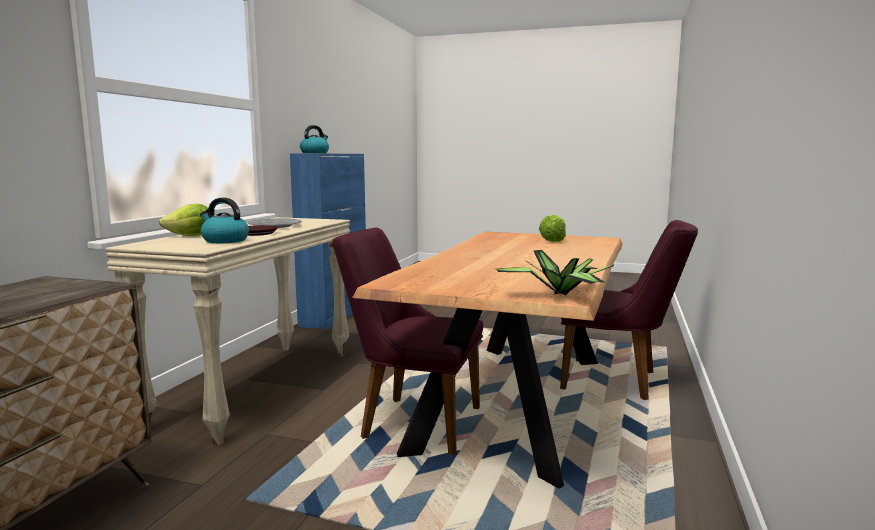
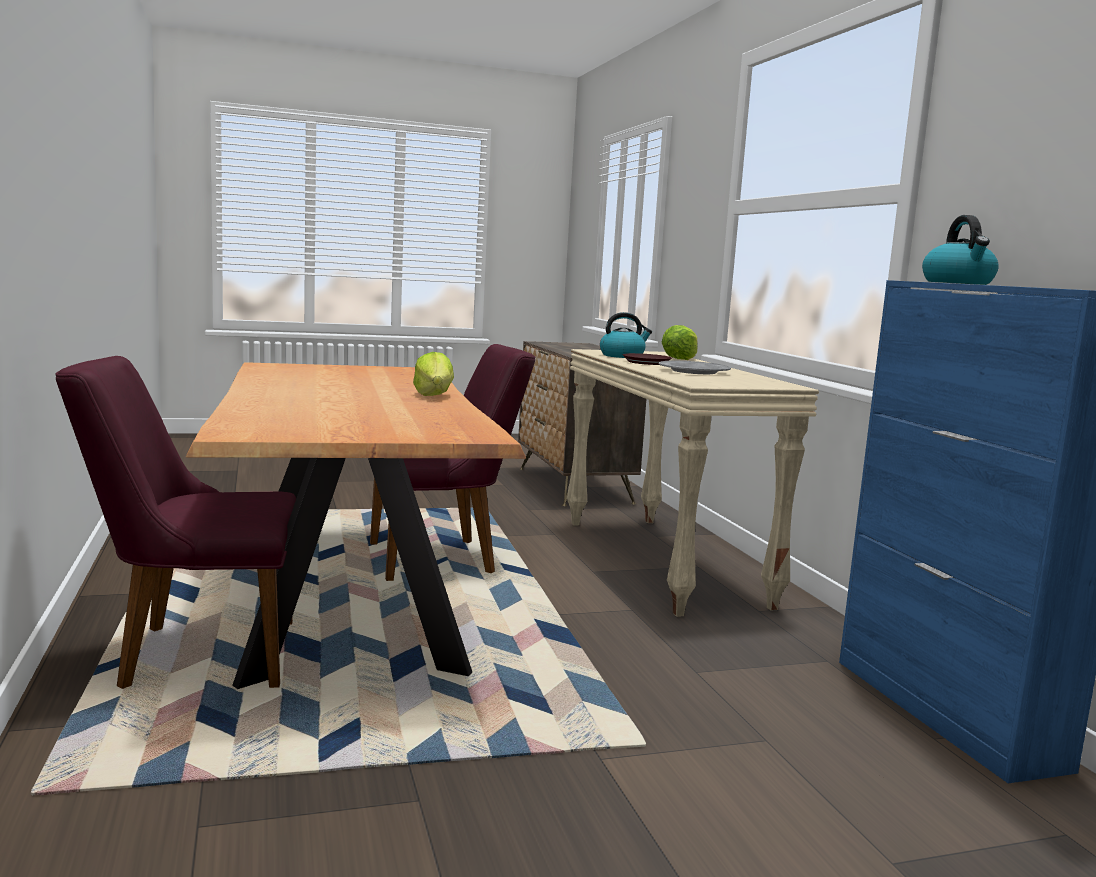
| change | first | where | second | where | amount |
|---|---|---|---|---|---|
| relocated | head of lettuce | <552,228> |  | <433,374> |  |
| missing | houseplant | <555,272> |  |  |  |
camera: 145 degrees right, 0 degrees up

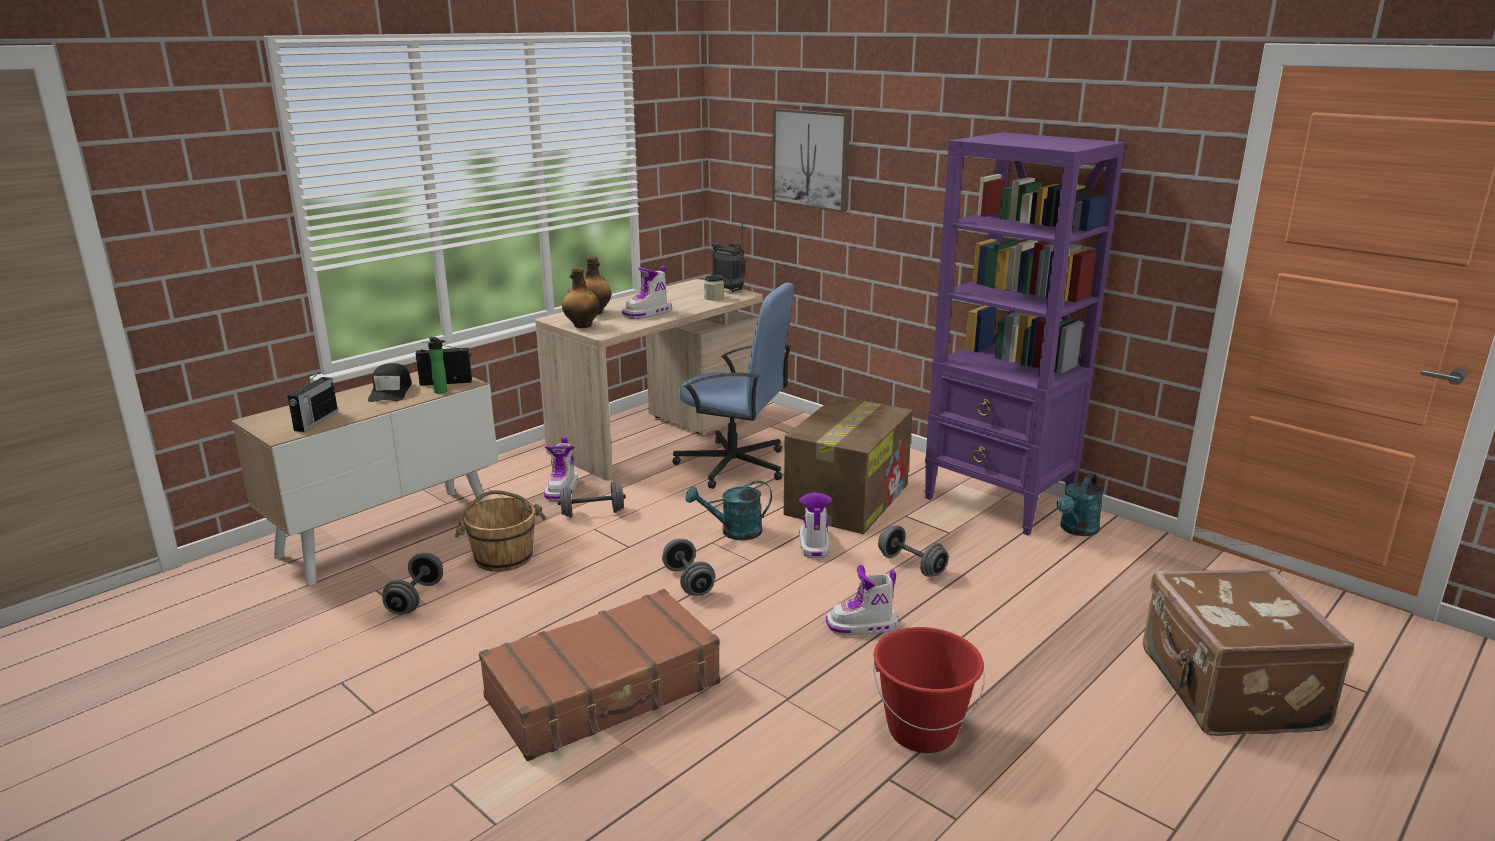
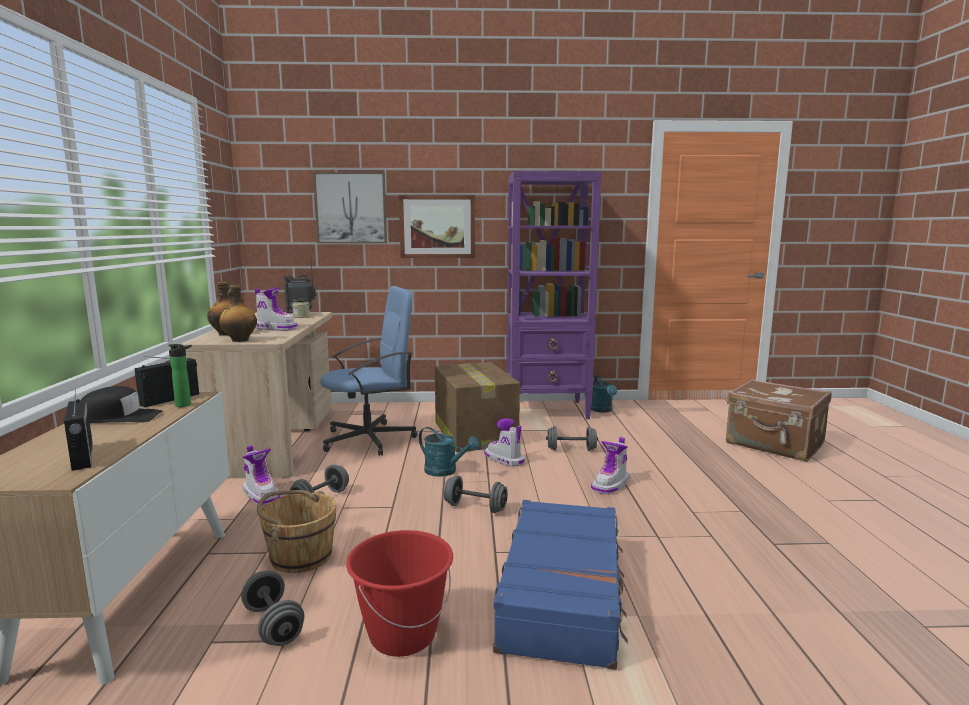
| change | first | where | second | where | amount |
|---|---|---|---|---|---|
| spun | cap/blackish | <390,382> |  | <122,404> | 45 degrees counterclockwise |
| spun | boot | <646,292> |  | <276,309> | 75 degrees counterclockwise |
| relocated | water bucket/red-coloured | <929,690> |  | <399,593> |  |
| appeared |  |  | picture | <437,226> |  |
| spun | sprinkling can/turquoise | <729,510> |  | <449,452> | 90 degrees counterclockwise |
| colour | piece of luggage/brown | <599,675> | piece of luggage/bluish | <560,585> |  |
camera: 45 degrees left, 10 degrees down

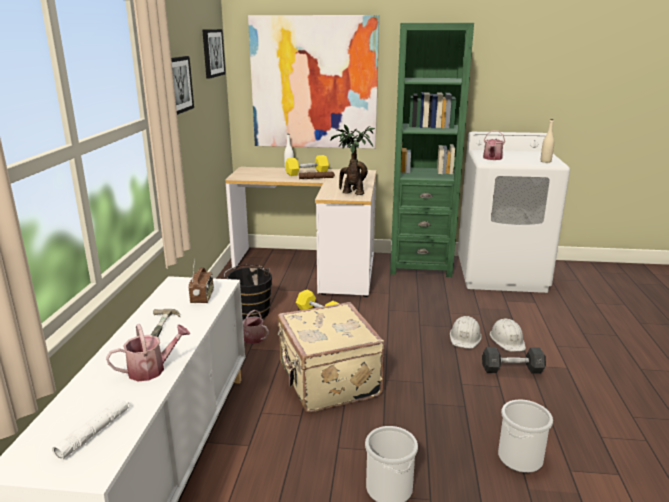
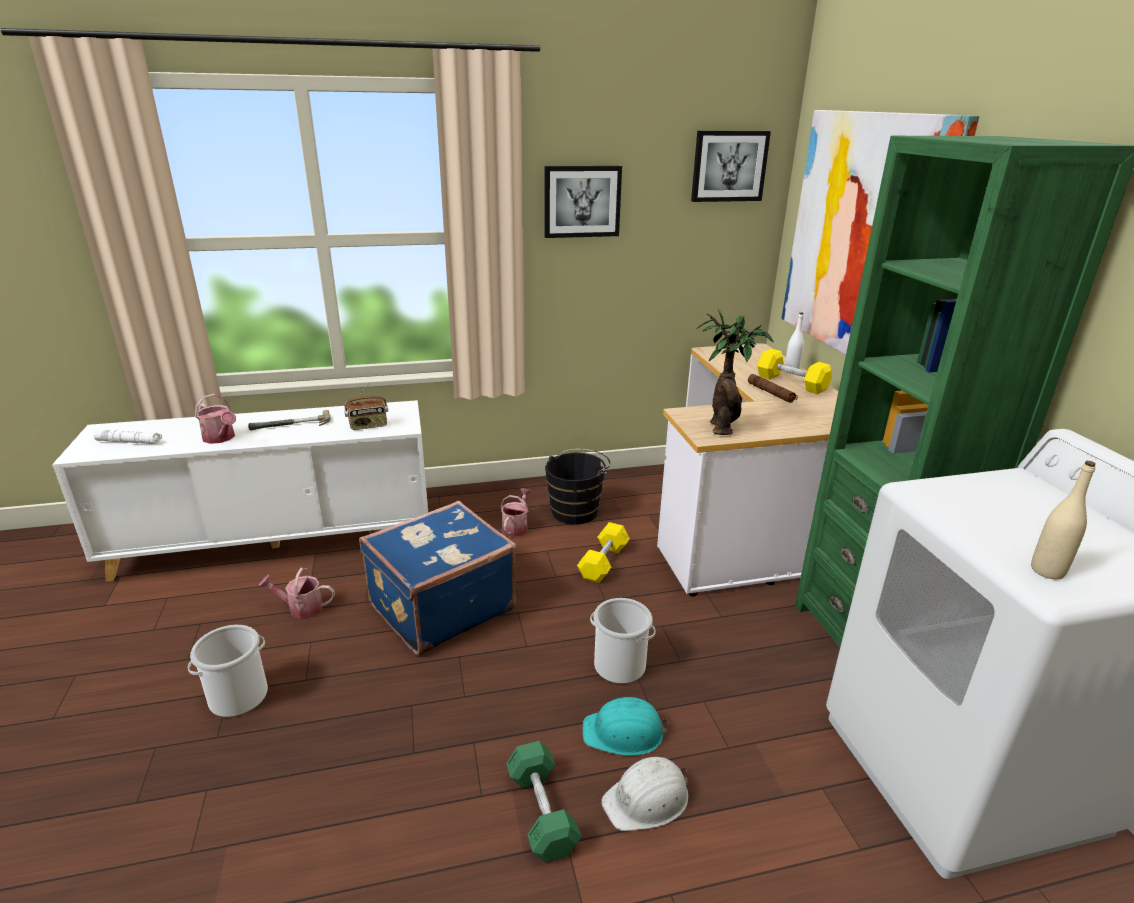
| change | first | where | second | where | amount |
|---|---|---|---|---|---|
| relocated | sprinkling can | <494,145> |  | <296,593> |  |
| colour | piece of luggage/beige | <331,357> | piece of luggage/bluish | <437,578> |  |
| colour | dumbbell/gray | <514,360> | dumbbell/greenish | <544,801> |  |
| colour | work helmet/white | <466,332> | work helmet/turquoise | <626,726> |  |
| relocated | water bucket | <525,436> |  | <623,641> |  |
camera: 70 degrees right, 5 degrees up

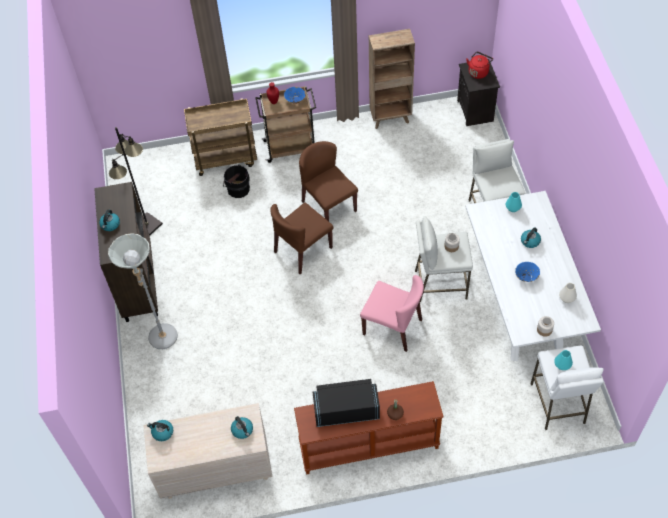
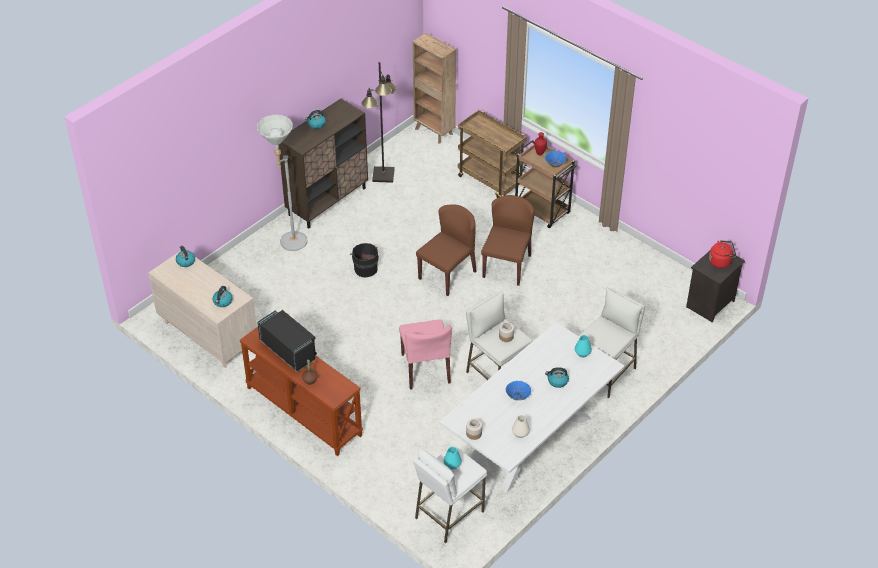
| change | first | where | second | where | amount |
|---|---|---|---|---|---|
| relocated | water bucket/blackish | <236,181> |  | <364,260> |  |
| relocated | bookshelf/brown | <392,79> |  | <434,88> |  |
| spun | upright chair/brown | <301,238> |  | <446,250> | 120 degrees clockwise |
camera: 50 degrees right, 10 degrees down

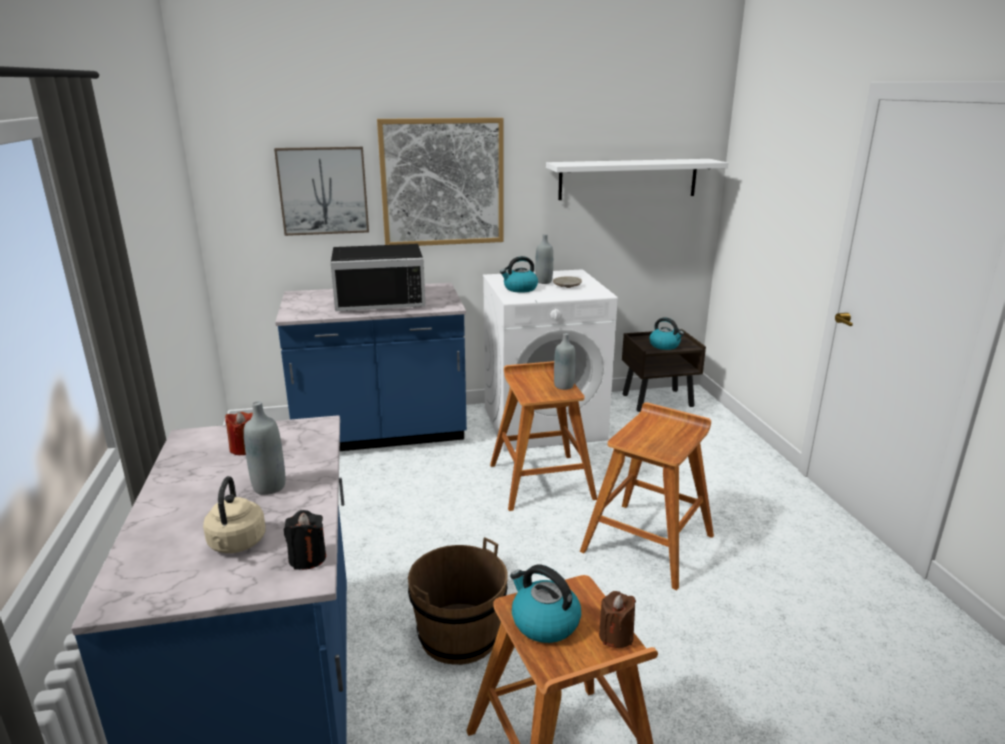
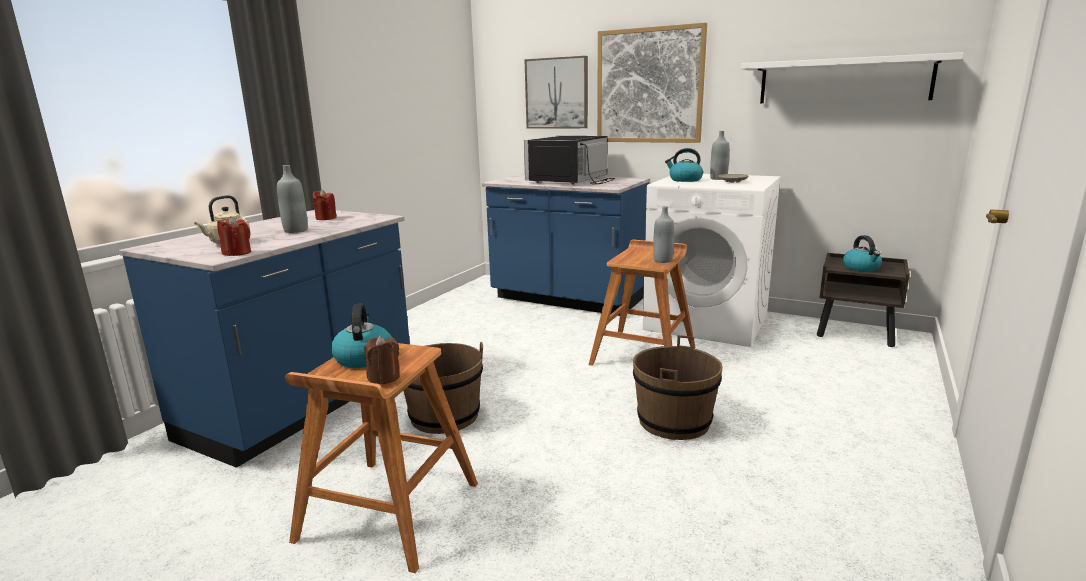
| change | first | where | second | where | amount |
|---|---|---|---|---|---|
| colour | wax light/blackish | <305,540> | wax light/red-coloured | <234,236> |  |
| spun | microwave oven/blackish | <378,277> |  | <569,160> | 90 degrees clockwise |
| exchanged | stool seat/brown | <647,496> | water bucket/brown | <678,387> |  |
camera: 40 degrees right, 5 degrees down

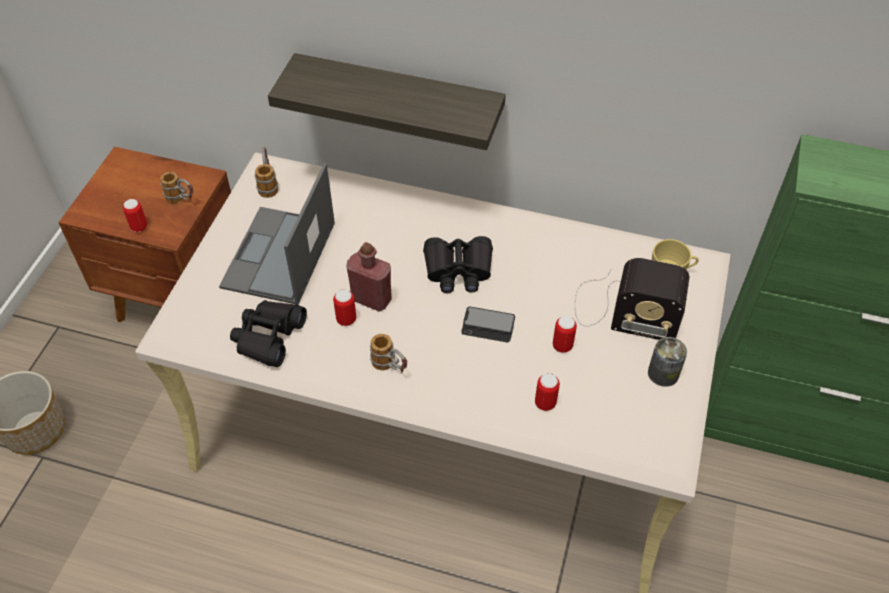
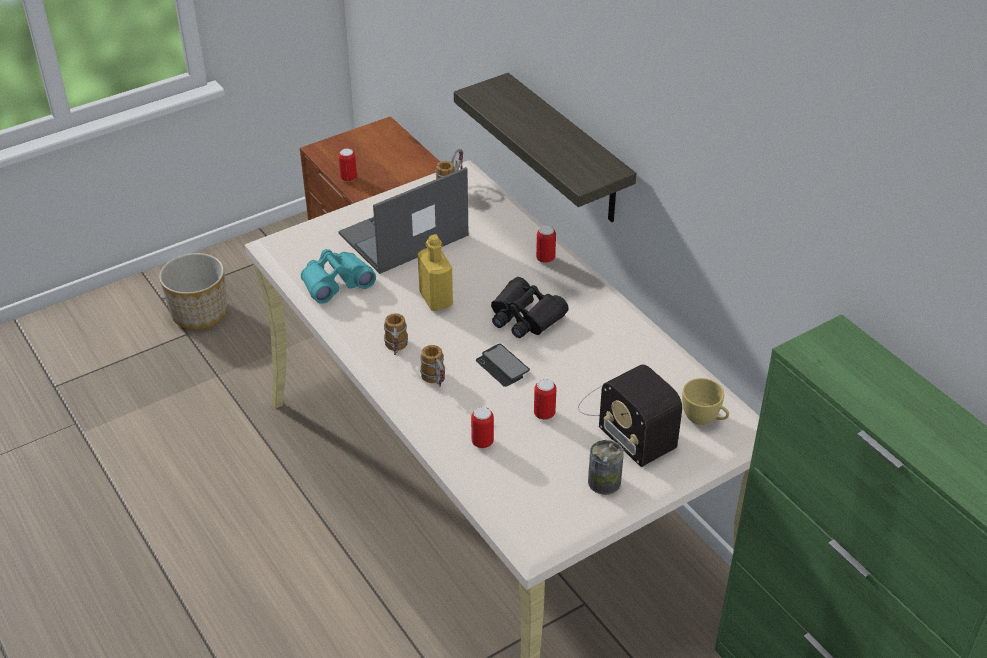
| change | first | where | second | where | amount |
|---|---|---|---|---|---|
| colour | binoculars/blackish | <268,333> | binoculars/turquoise | <338,276> |  |
| colour | bottle/red-coloured | <369,277> | bottle/yellow-coloured | <435,272> |  |
| relocated | coffee mug | <176,187> |  | <432,366> |  |
| relocated | metal can | <344,307> |  | <546,244> |  |
camera: 40 degrees right, 10 degrees down

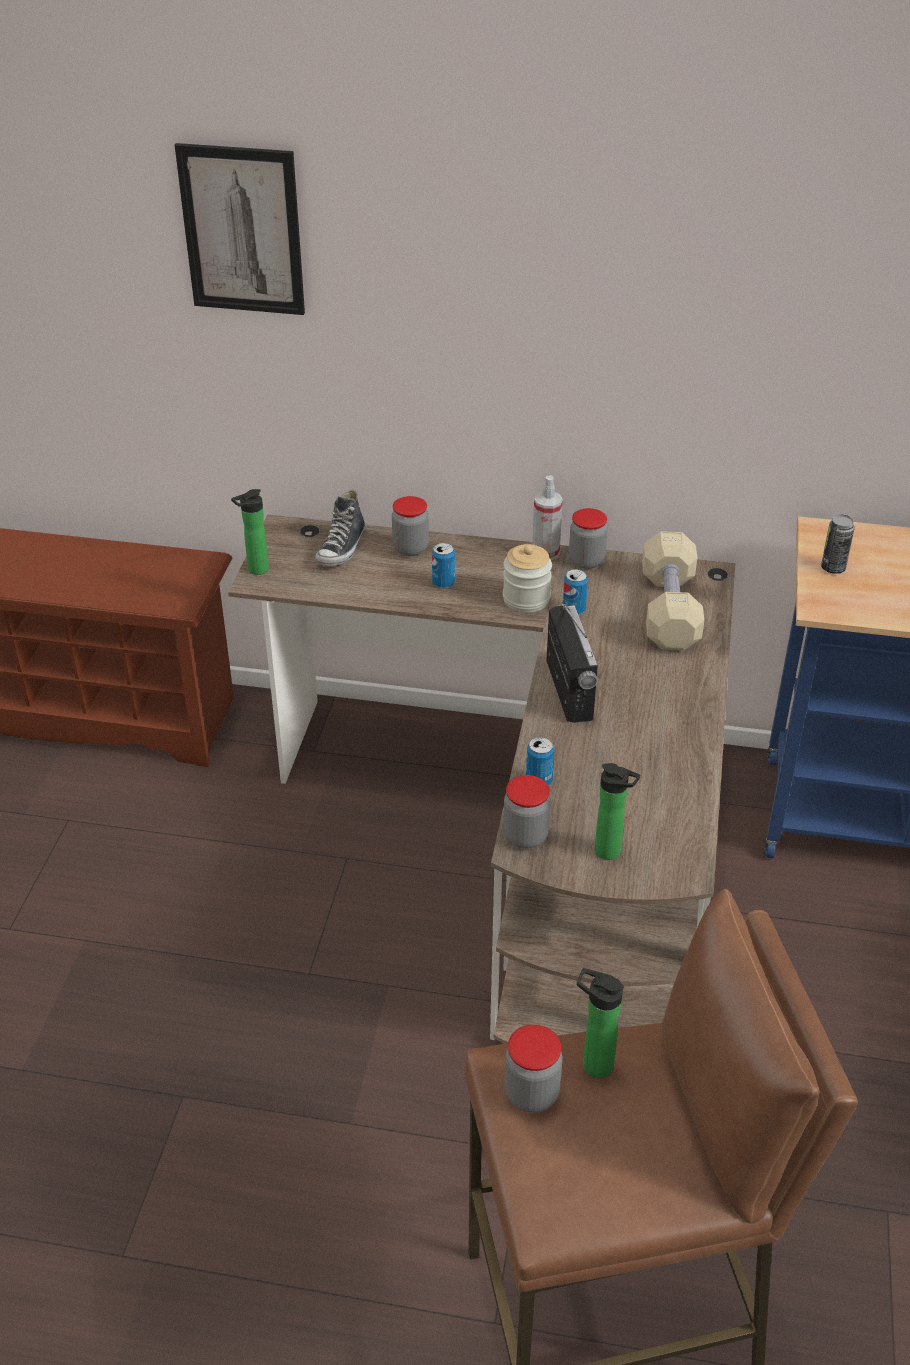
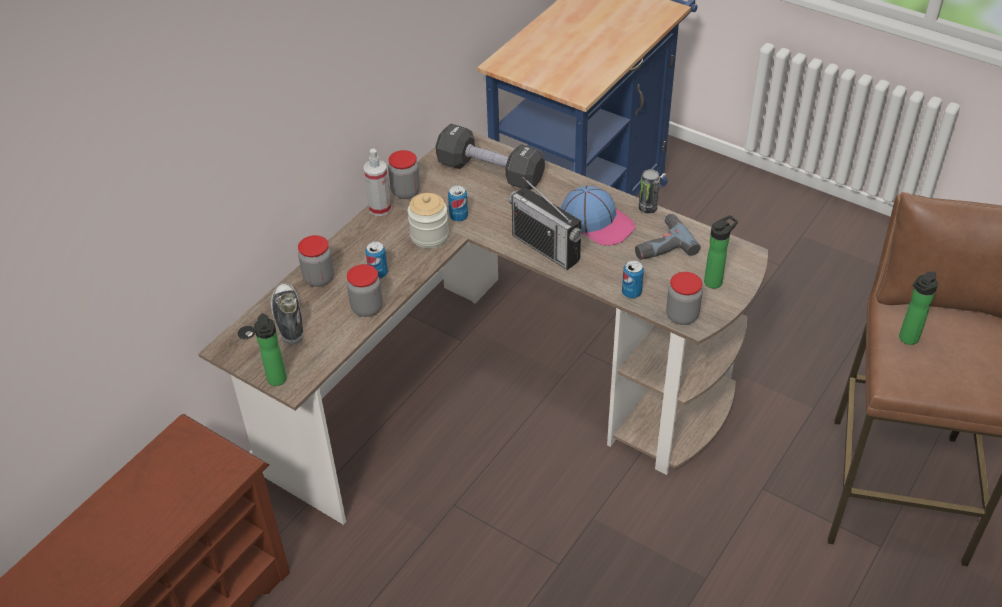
| change | first | where | second | where | amount |
|---|---|---|---|---|---|
| spun | item of footwear | <340,528> |  | <287,314> | 150 degrees counterclockwise |
| relocated | storage jar | <533,1069> |  | <365,290> |  |
| colour | dumbbell/beige | <673,590> | dumbbell/blackish | <490,157> |  |
| spun | radio | <572,663> |  | <545,223> | 150 degrees counterclockwise |
| appeared |  |  | cap | <598,216> |  |
| appeared |  |  | power drill | <668,237> |  |
| relocated | metal can | <838,544> |  | <649,191> |  |
| missing | picture | <240,229> |  |  |  |
camera: 65 degrees left, 5 degrees up

